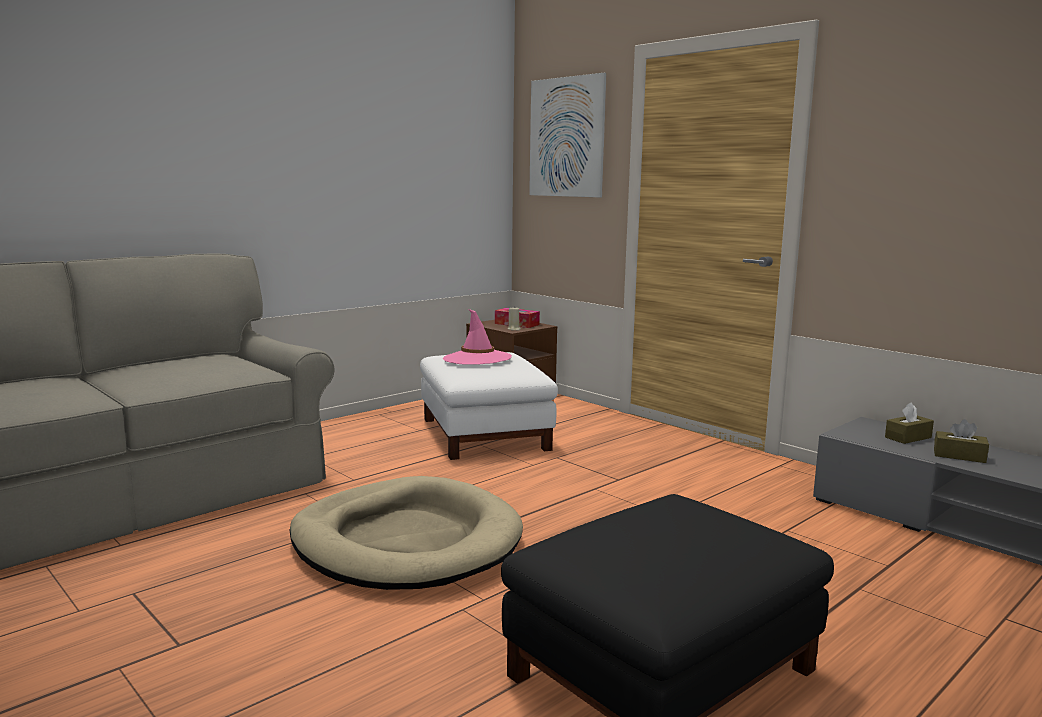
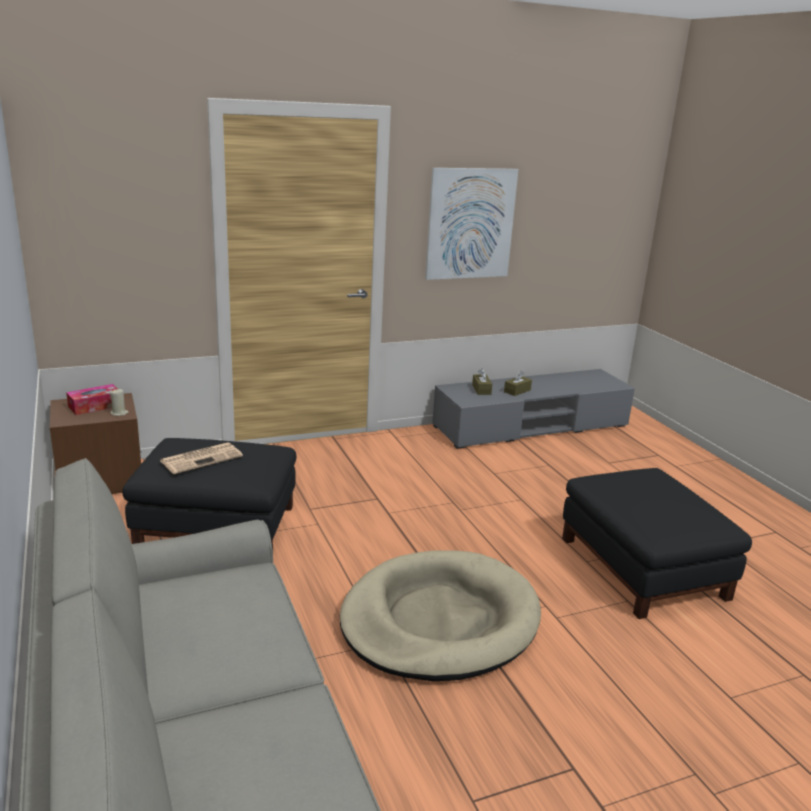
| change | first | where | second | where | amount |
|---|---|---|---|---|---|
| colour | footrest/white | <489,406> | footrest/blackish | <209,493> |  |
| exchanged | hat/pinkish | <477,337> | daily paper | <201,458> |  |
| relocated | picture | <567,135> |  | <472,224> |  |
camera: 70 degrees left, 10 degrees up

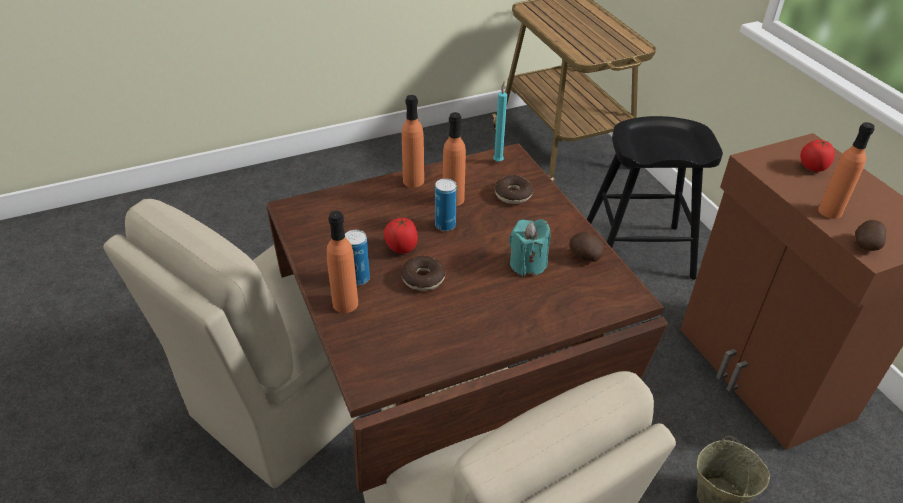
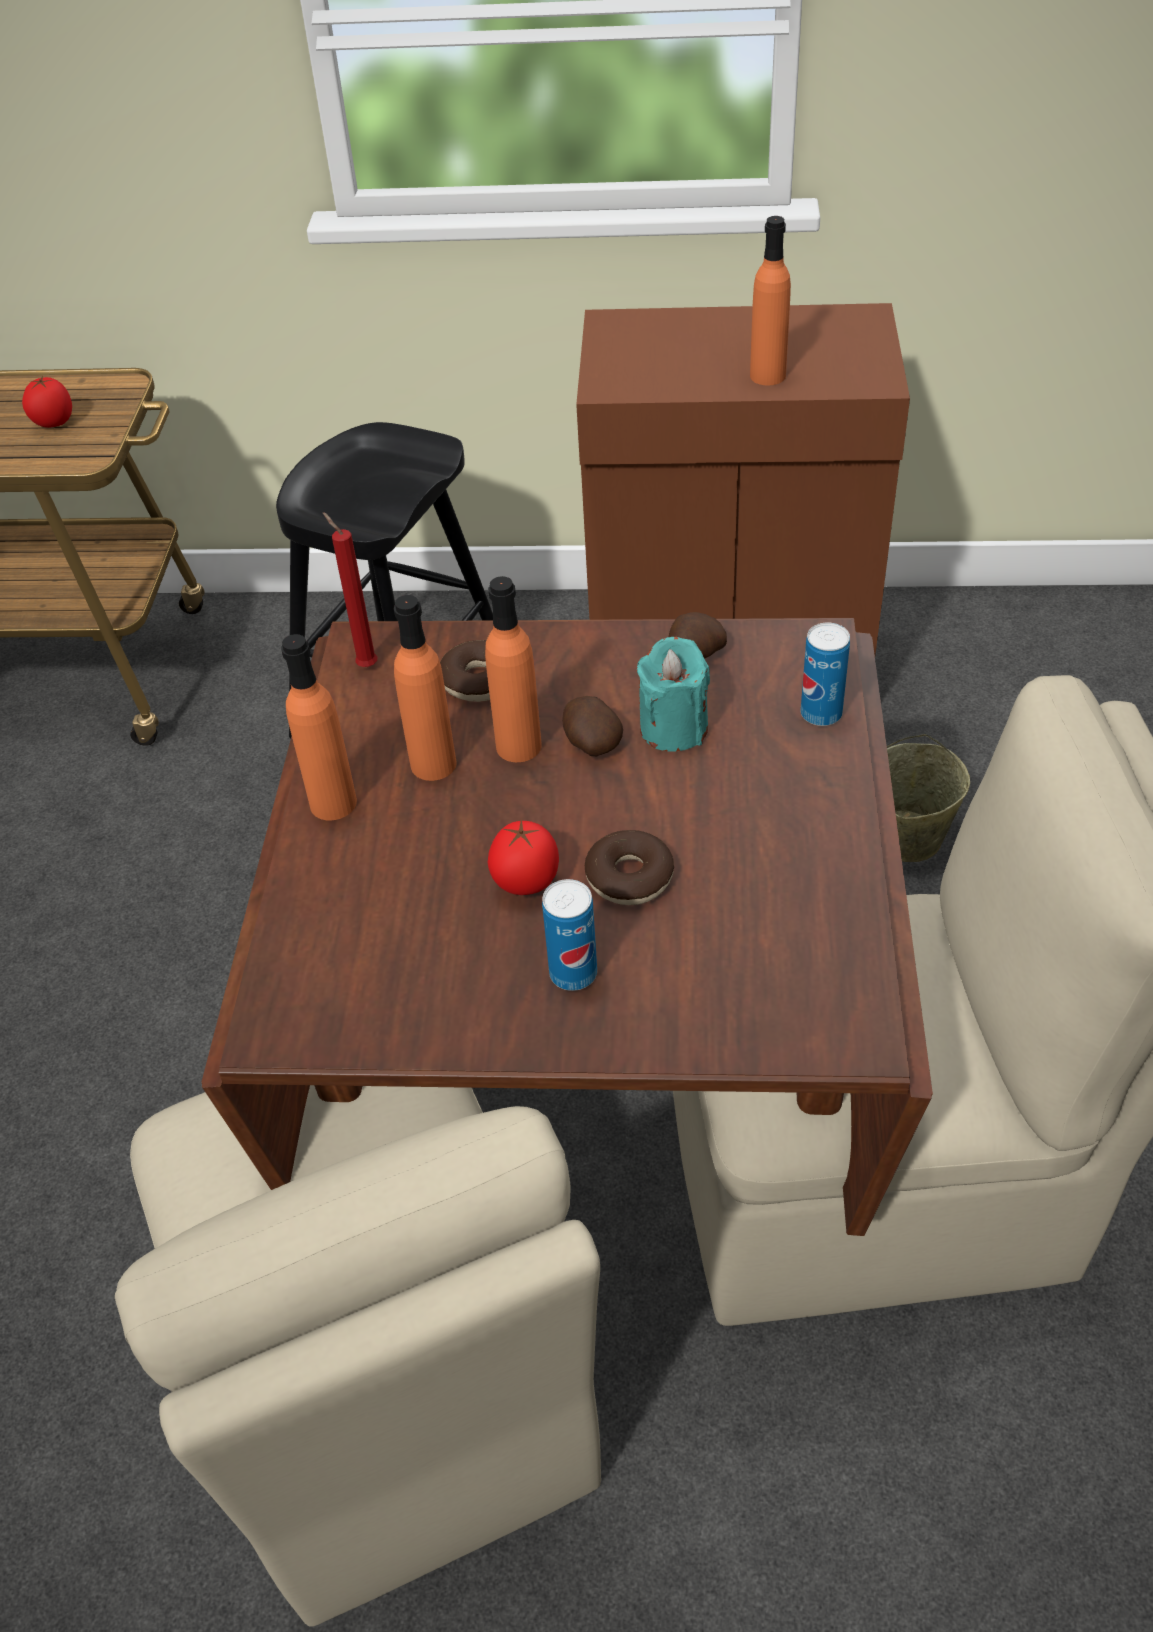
| change | first | where | second | where | amount |
|---|---|---|---|---|---|
| relocated | whole tomato | <817,155> |  | <47,402> |  |
| colour | wax light/turquoise | <500,121> | wax light/red-coloured | <350,589> |  |
| relocated | bottle/orangey | <342,262> |  | <513,669> |  |
| relocated | spud | <870,235> |  | <592,726> |  |
| relocated | metal can | <446,204> |  | <825,674> |  |
camera: 60 degrees left, 5 degrees up

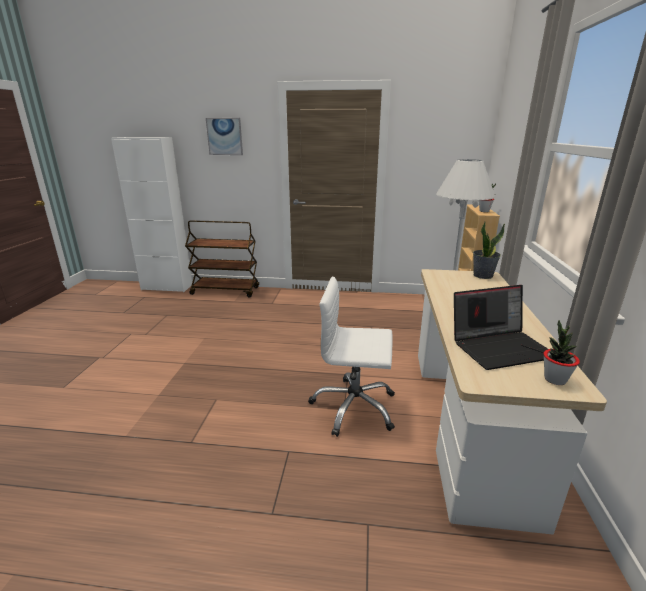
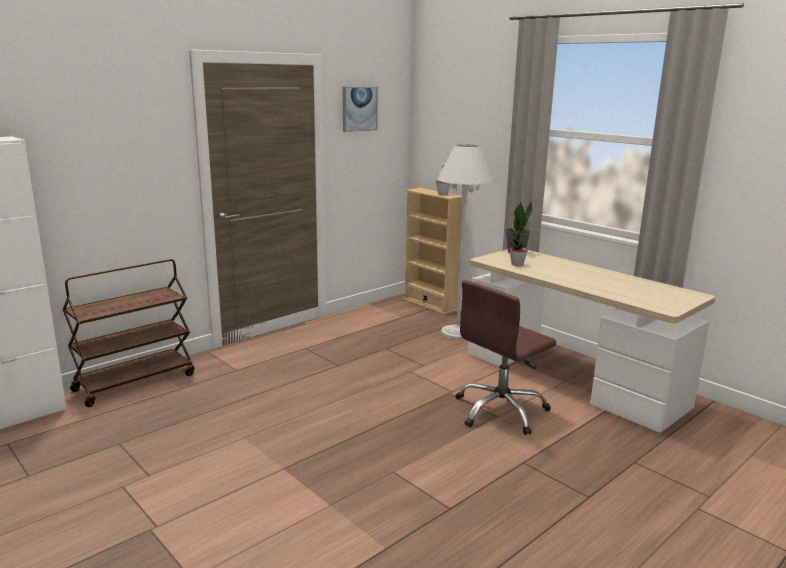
| change | first | where | second | where | amount |
|---|---|---|---|---|---|
| relocated | picture | <224,136> |  | <360,109> |  |
| colour | desk chair/white | <351,357> | desk chair/brown | <505,357> |  |
| relocated | houseplant | <562,352> |  | <518,247> |  |
| missing | laptop | <501,327> |  |  |  |
camera: 50 degrees left, 5 degrees down

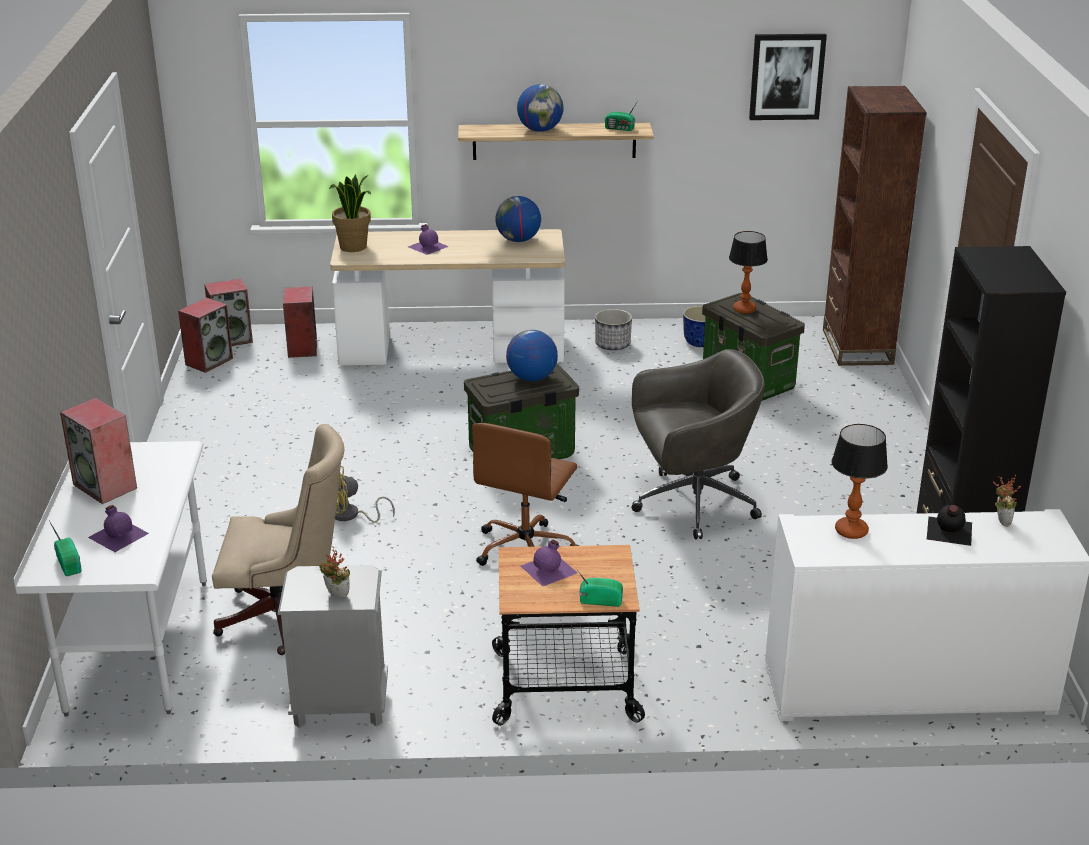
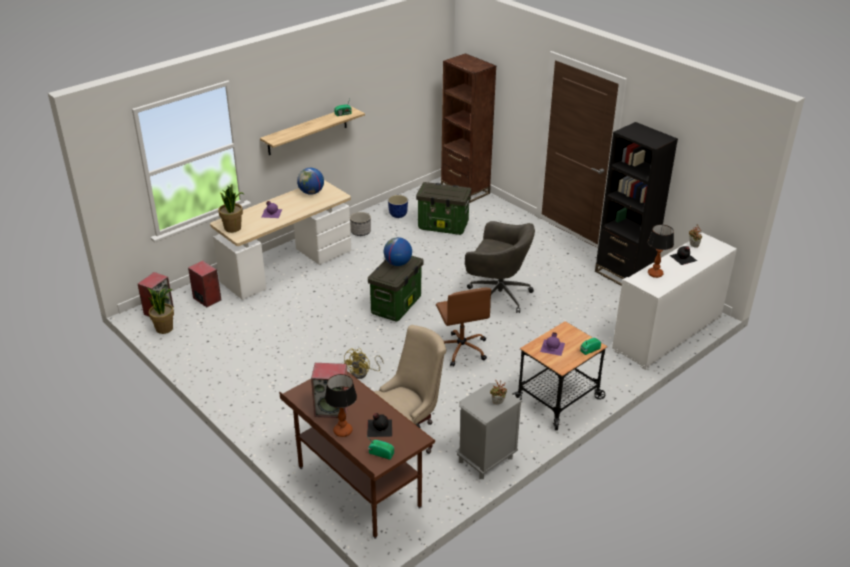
| change | first | where | second | where | amount |
|---|---|---|---|---|---|
| exchanged | loudspeaker | <205,335> | houseplant | <161,311> |  |
| colour | desk unit/white | <110,579> | desk unit/brown | <357,455> |  |
| relocated | tabletop lamp | <748,272> |  | <341,405> |  |
| colour | bottle/purple | <118,528> | bottle/blackish | <379,425> |  |
| spun | desk chair/gray | <698,444> |  | <500,267> | 75 degrees clockwise |
| missing | desk globe | <540,108> |  |  |  |
| missing | picture | <788,77> |  |  |  |
camera: 40 degrees left, 5 degrees up

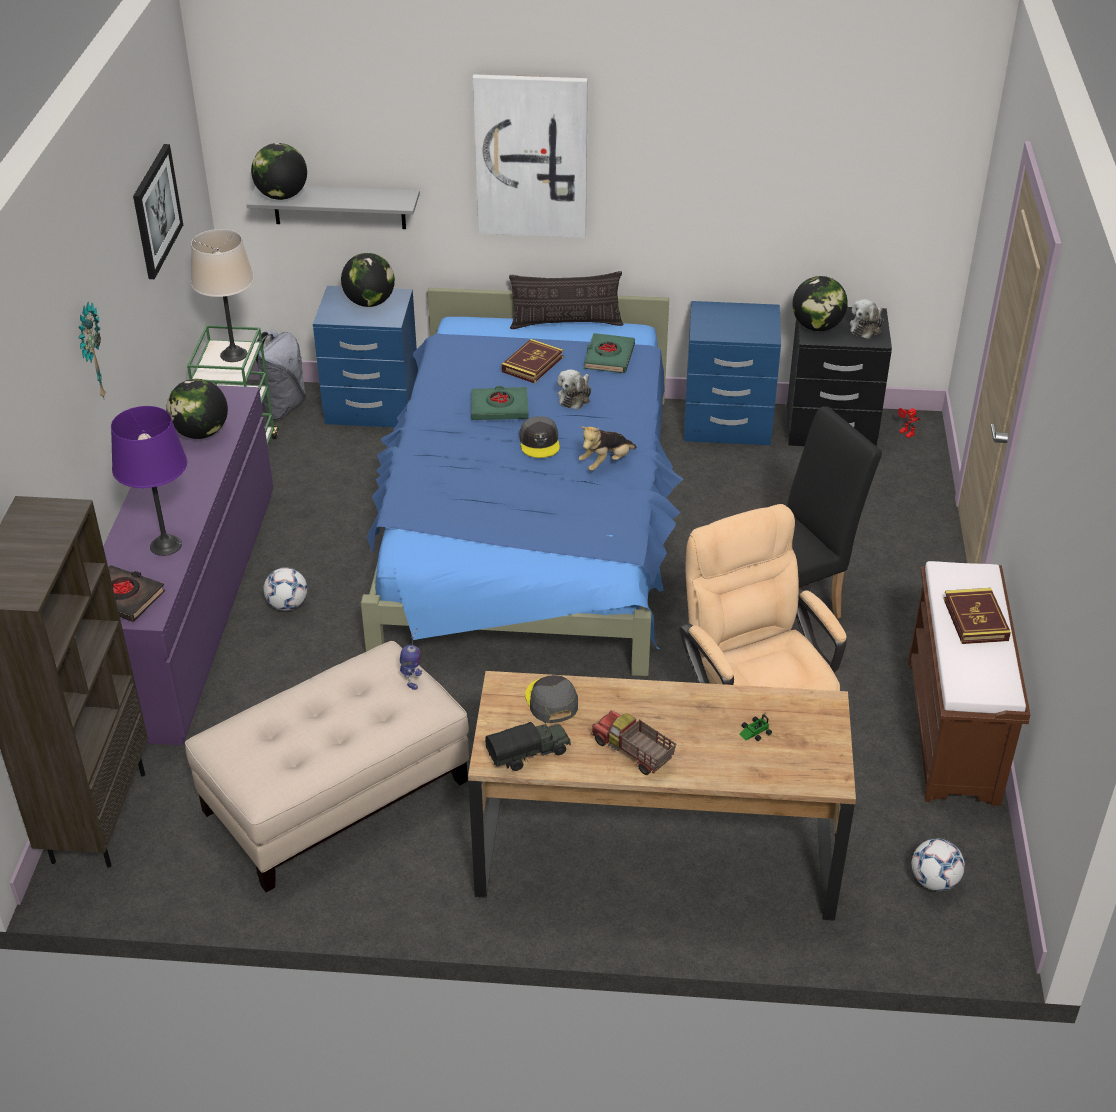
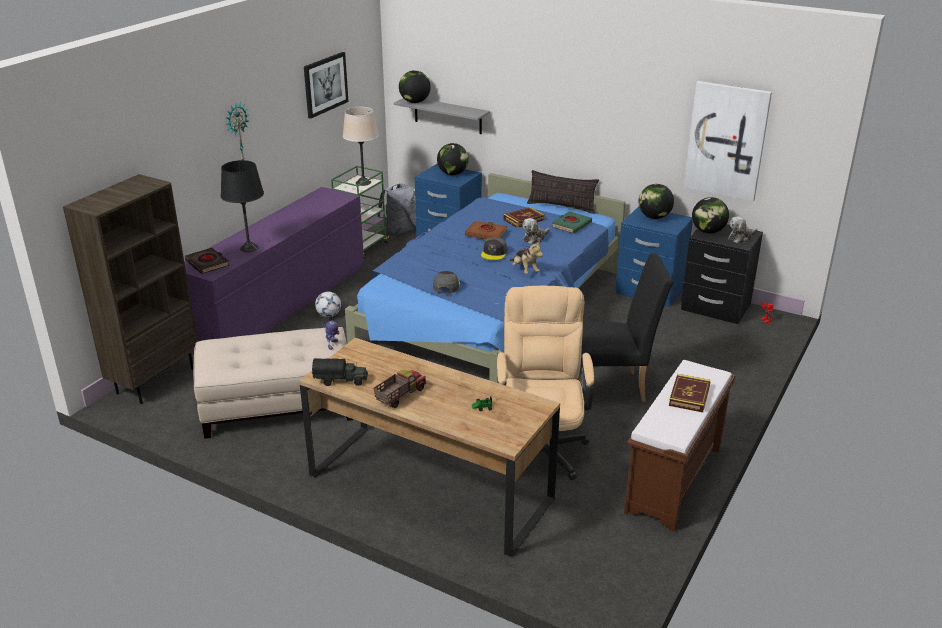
| change | first | where | second | where | amount |
|---|---|---|---|---|---|
| colour | tabletop lamp/purple | <149,481> | tabletop lamp/blackish | <242,206> |  |
| spun | toy lorry | <633,742> |  | <399,389> | 60 degrees clockwise |
| relocated | cap/gray | <551,699> |  | <446,282> |  |
| colour | volume/greenish | <500,403> | volume/brown | <486,230> |  |
| spun | soft toy | <607,448> |  | <526,257> | 105 degrees counterclockwise |
| relocated | desk globe | <197,409> |  | <656,201> |  |
| relocated | picture | <530,156> |  | <728,141> |  |
| missing | ball for football | <938,864> |  |  |  |
camera: 25 degrees right, 10 degrees down

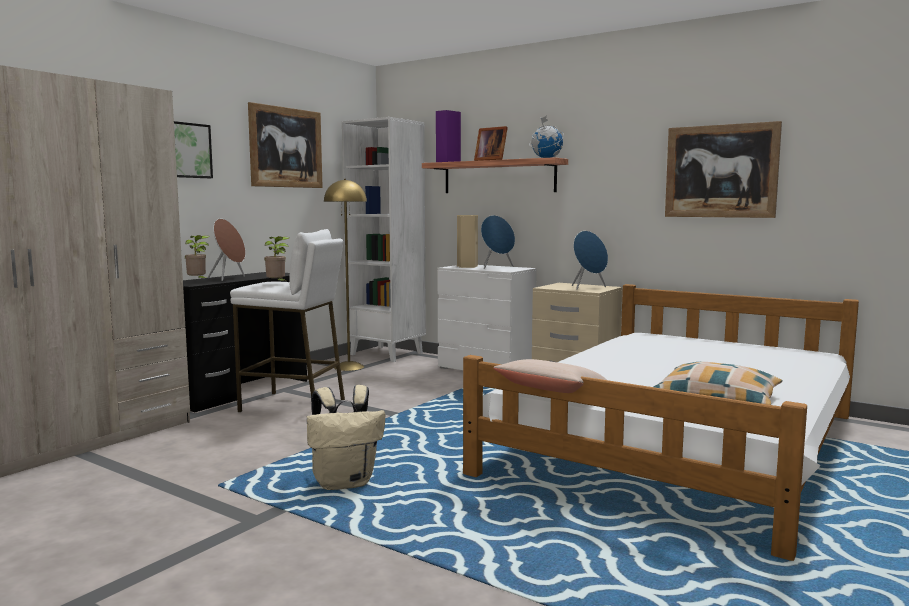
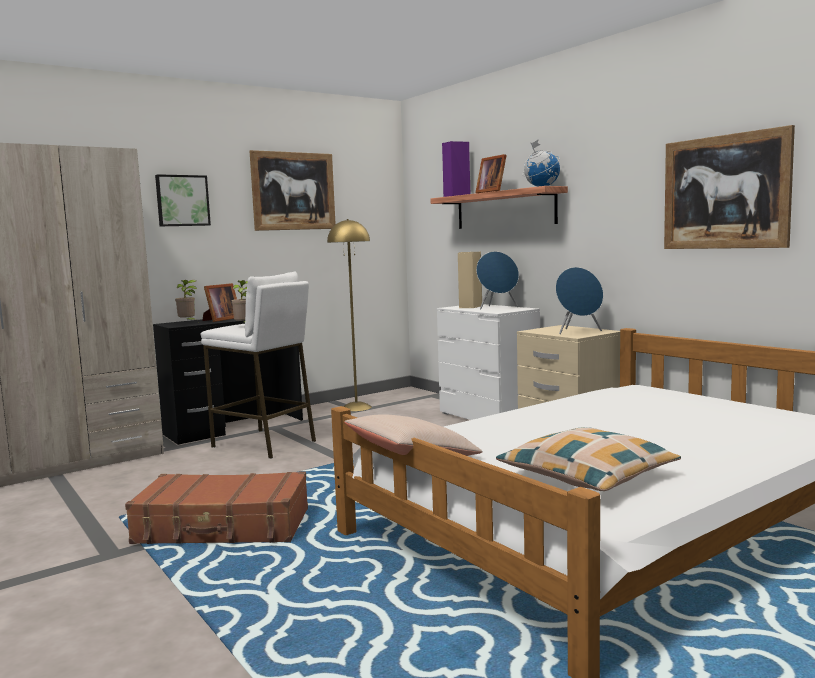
| change | first | where | second | where | amount |
|---|---|---|---|---|---|
| exchanged | knapsack/beige | <346,437> | piece of luggage/brown | <216,507> |  |
| exchanged | loudspeaker/brown | <227,250> | standing frame | <219,302> |  |
| missing | bookshelf/white | <384,239> |  |  |  |
camera: 20 degrees right, 0 degrees up

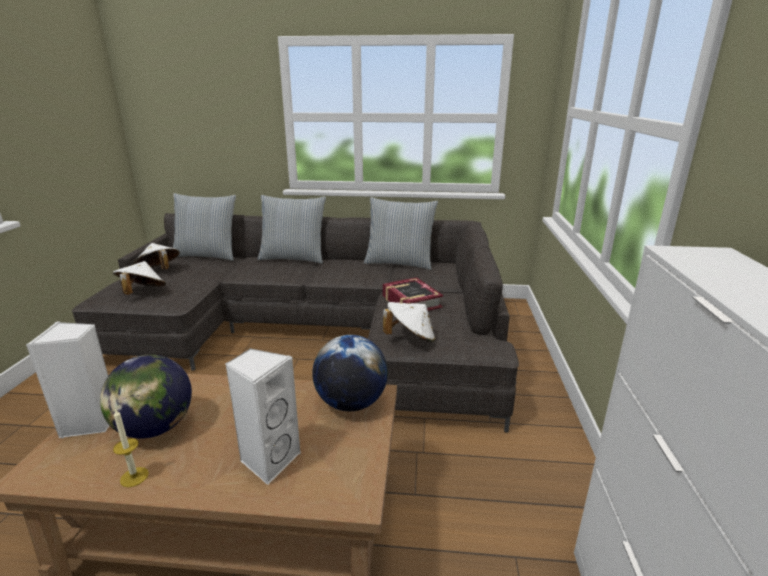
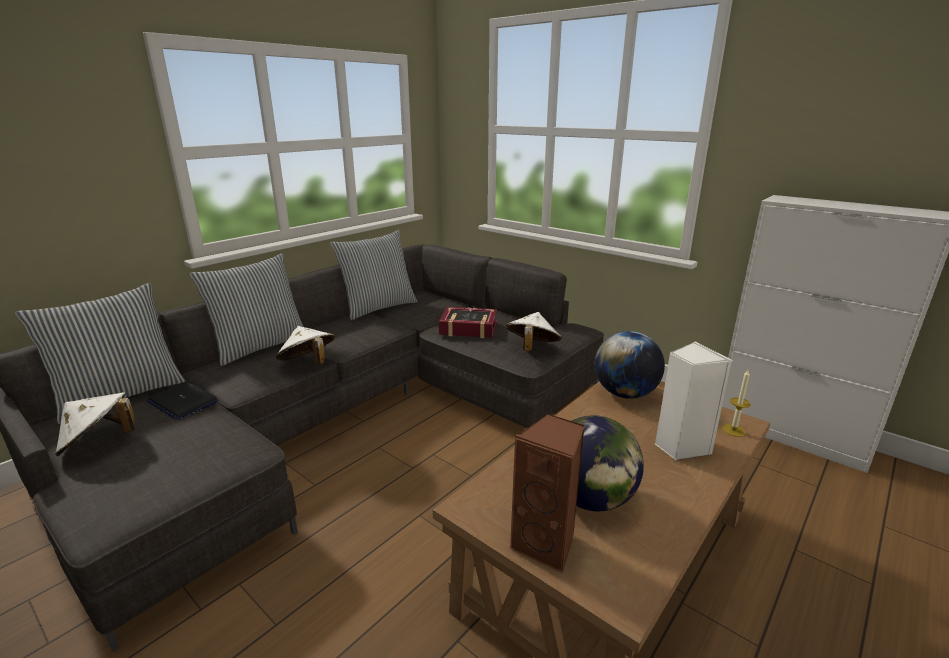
| change | first | where | second | where | amount |
|---|---|---|---|---|---|
| appeared |  |  | laptop | <182,400> |  |
| relocated | hat/white | <139,278> |  | <305,345> |  |
| colour | loudspeaker/white | <68,379> | loudspeaker/brown | <547,494> |  |
| relocated | wax light | <131,447> |  | <736,403> |  |
camera: 55 degrees left, 0 degrees up

